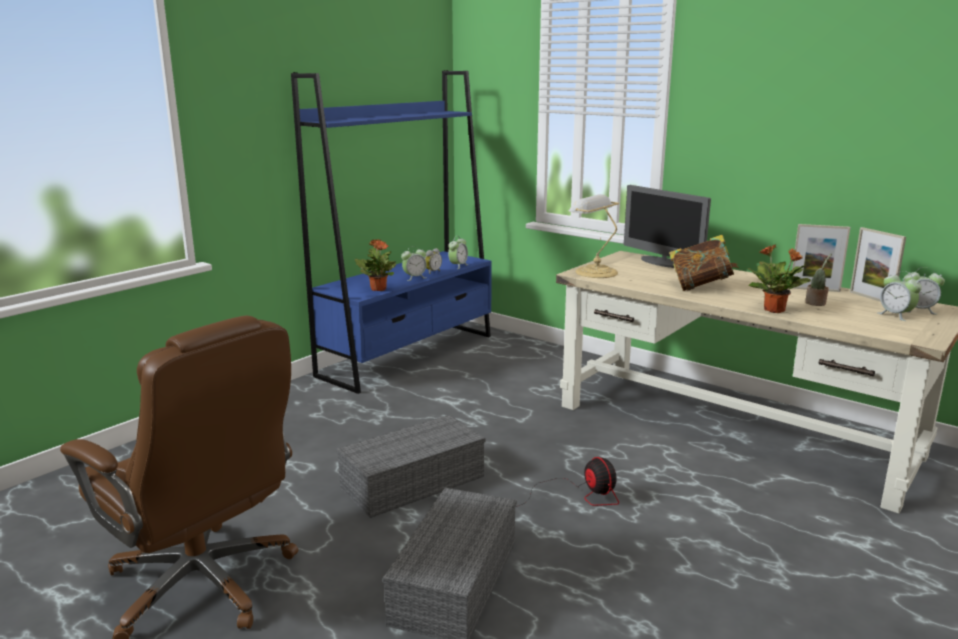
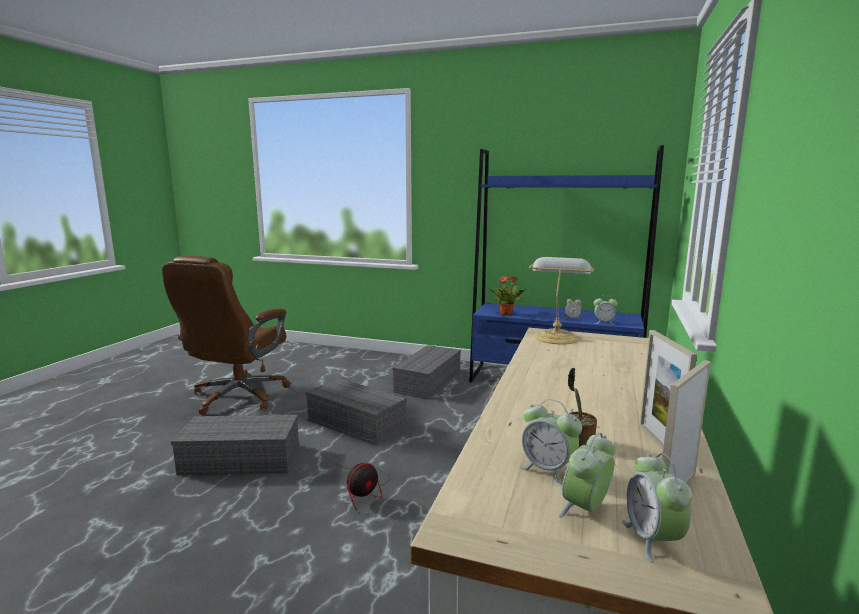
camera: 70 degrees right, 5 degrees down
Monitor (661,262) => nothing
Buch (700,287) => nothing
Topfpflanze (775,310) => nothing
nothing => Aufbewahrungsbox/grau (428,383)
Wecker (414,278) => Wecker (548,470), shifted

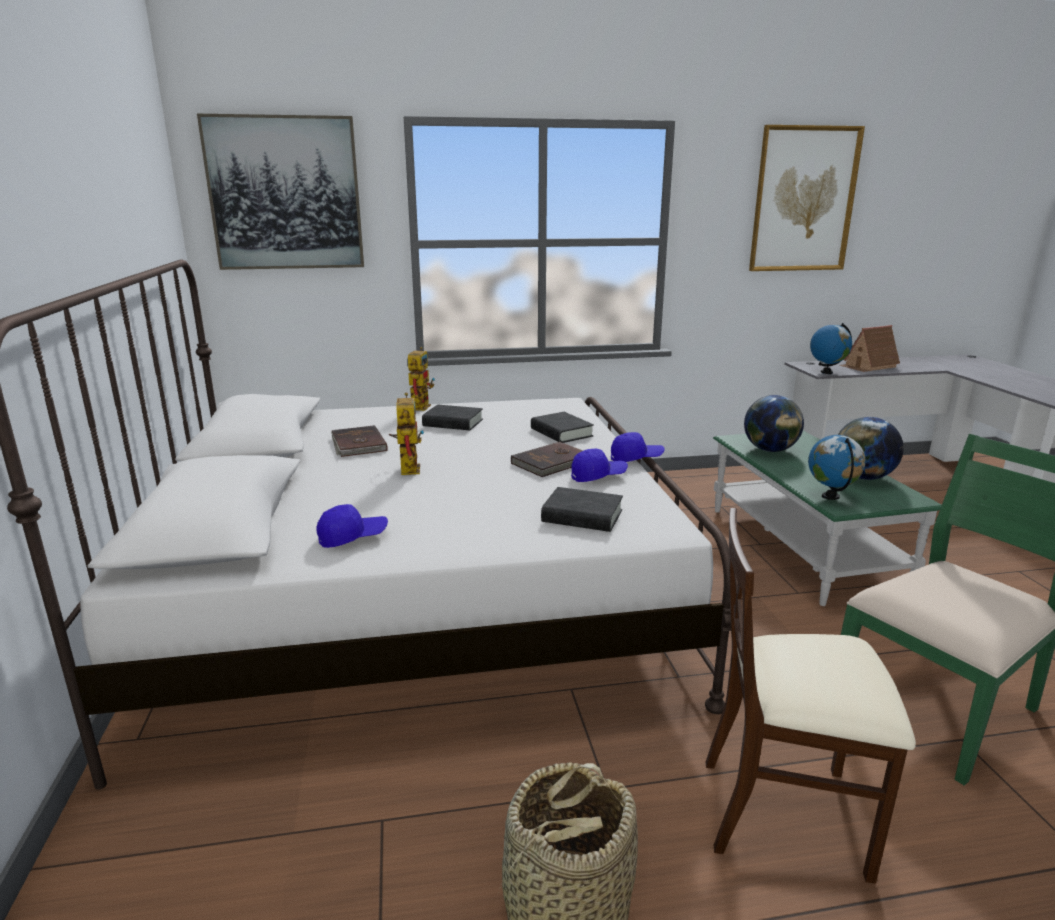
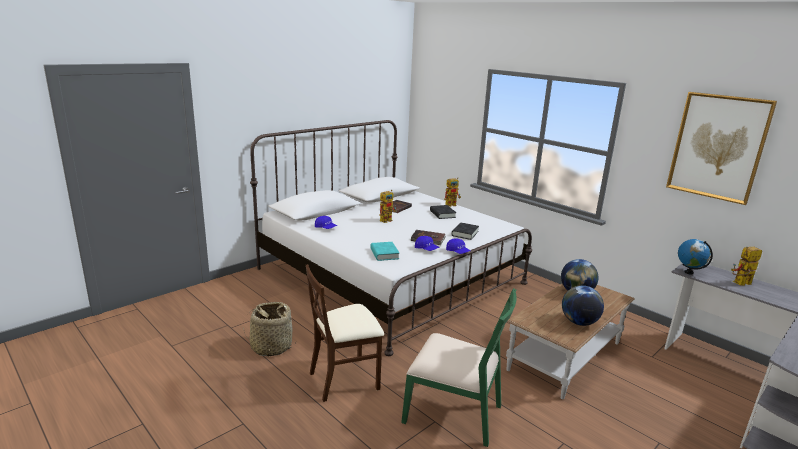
camera: 55 degrees right, 0 degrees up
Bild (285,194) => nothing
Globus (831,496) => nothing
Spielzeughaus (868,366) => Spielzeugroboter (740,284)
Buch/schwarz (582,516) => Buch/türkis (384,254)
Couchtisch/grün (802,547) => Couchtisch/braun (565,356)
Stuhl/beige (785,812) => Stuhl/beige (344,379), 90 degrees counterclockwise

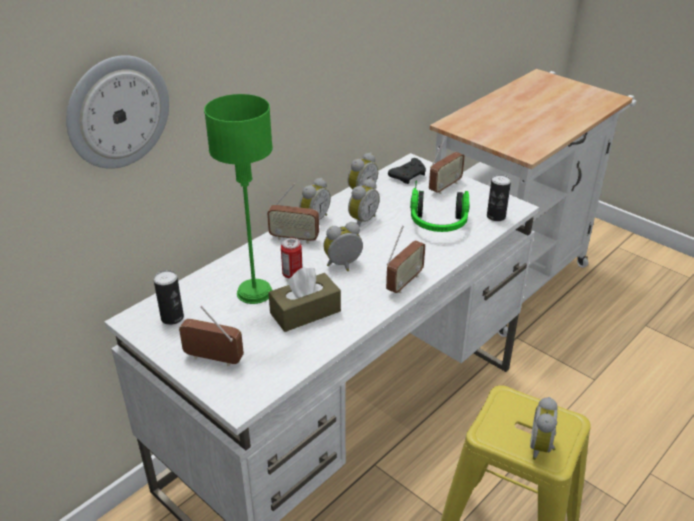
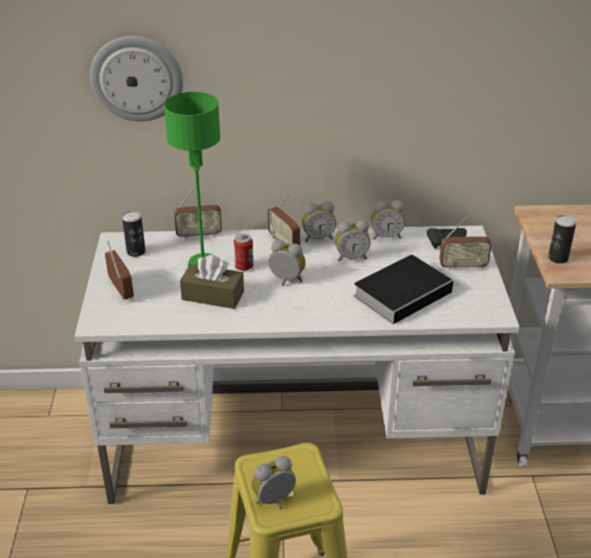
camera: 45 degrees right, 0 degrees up
Radio (404,282) => Radio (199,235), shifted
Dose (496,216) => Dose (558,258), shifted
Kopfhörer (438,225) => Buch (404,292)

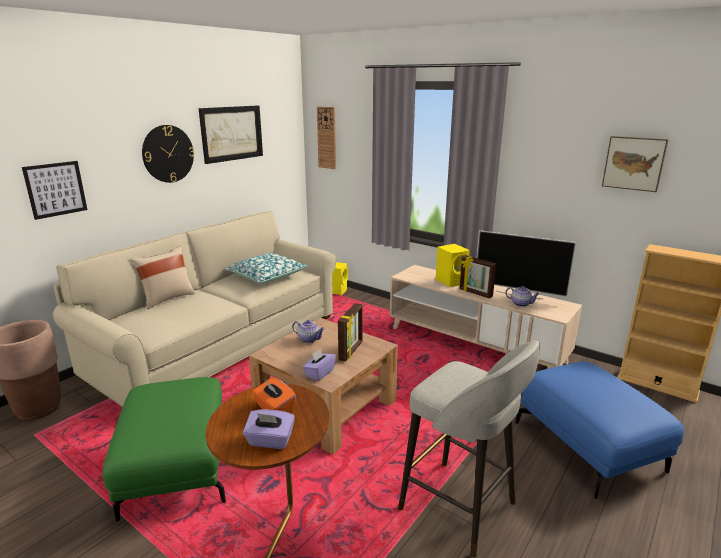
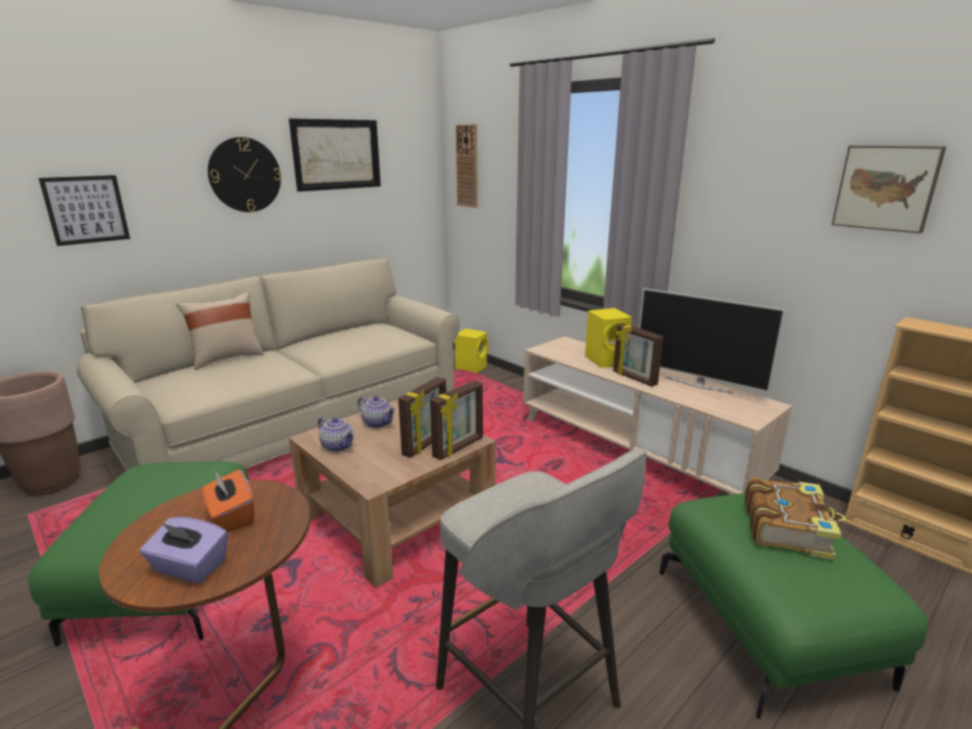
camera: 10 degrees right, 0 degrees up
Kissen (267,276) => nothing
Taschentuchbox/lila (319,373) => nothing
nothing => Bilderrahmen (459,448)
nothing => Buch (787,527)
Teekanne (521,303) => Teekanne (338,446), shifted
Polsterhocker/blau (589,446) => Polsterhocker/grün (768,626)

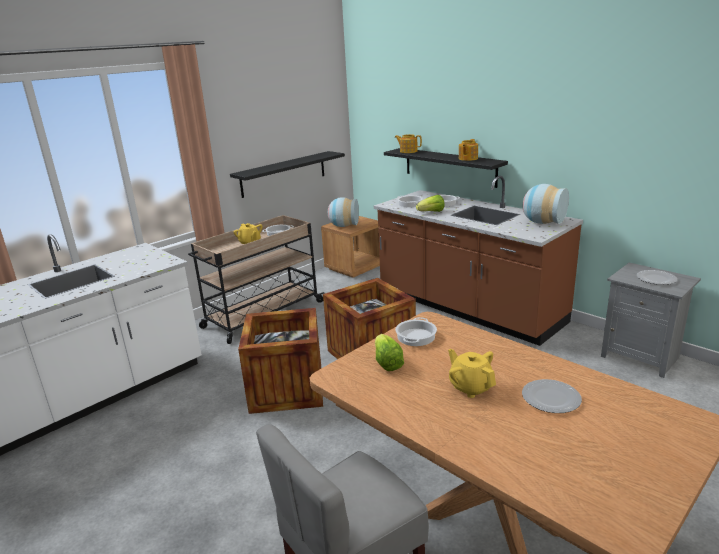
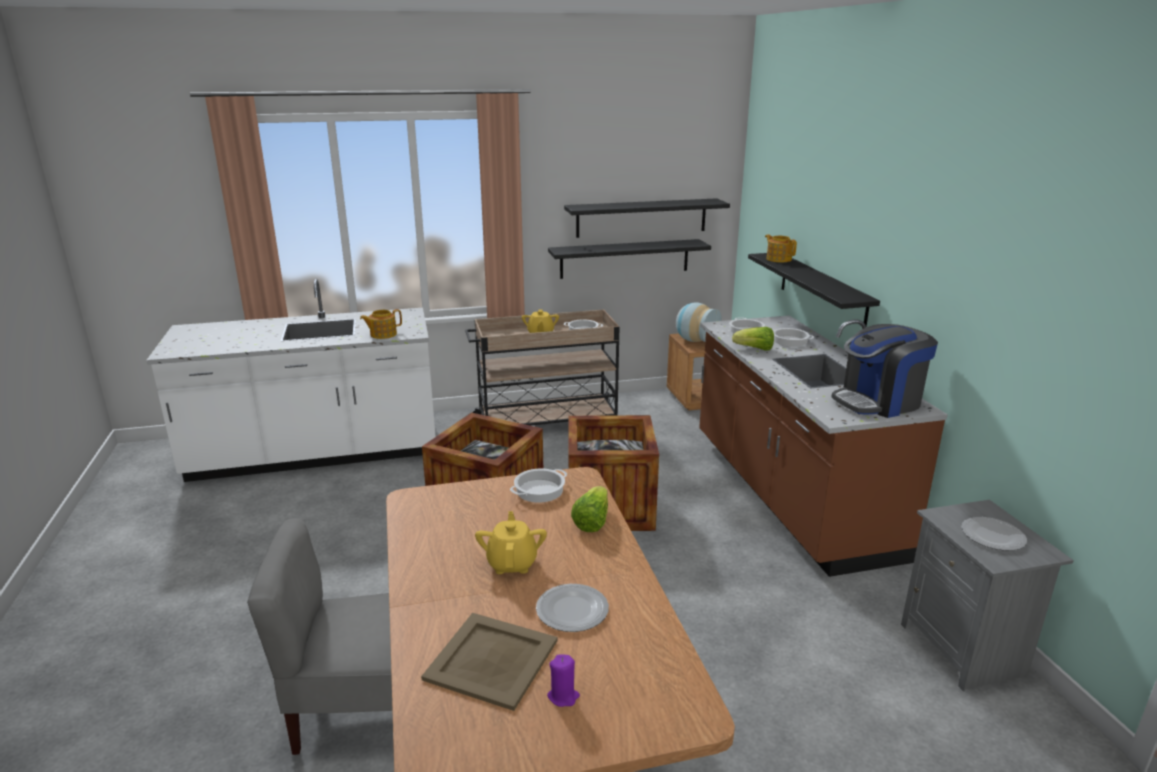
camera: 30 degrees right, 0 degrees up
nothing => Tablett/beige (490,660)
nothing => Kerze/lila (563,696)
nothing => Wandregal/schwarz (641,217)
Salatkopf (387,362) => Salatkopf (592,521), shifted
Teekanne (467,158) => Teekanne (382,334), shifted
Vase (542,222) => Kaffeemaschine (878,402)

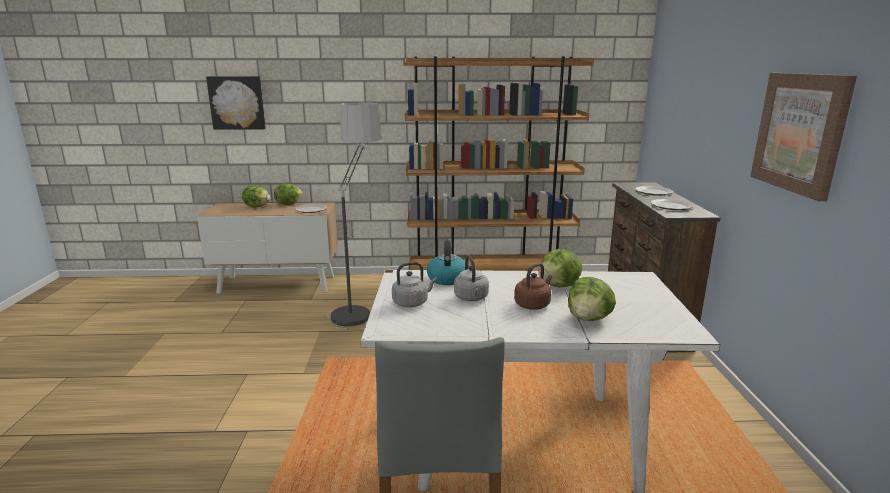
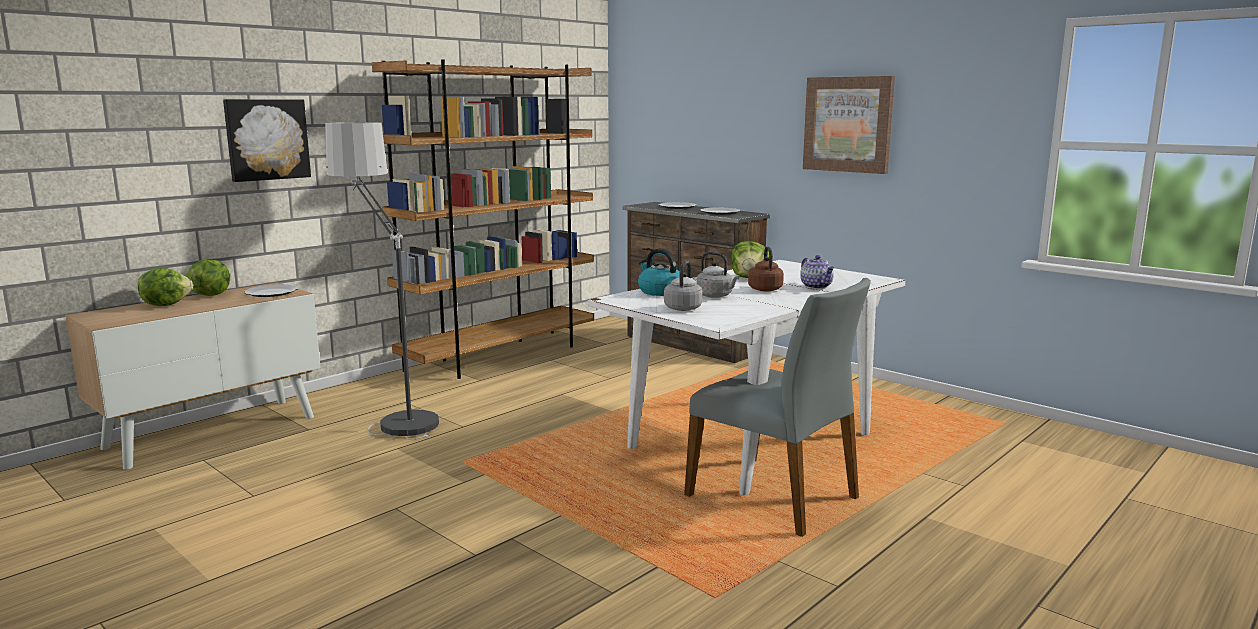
camera: 45 degrees left, 5 degrees down
Bild (237,102) => Bild (266,139), shifted
Salatkopf (589,319) => Teekanne (817,286)

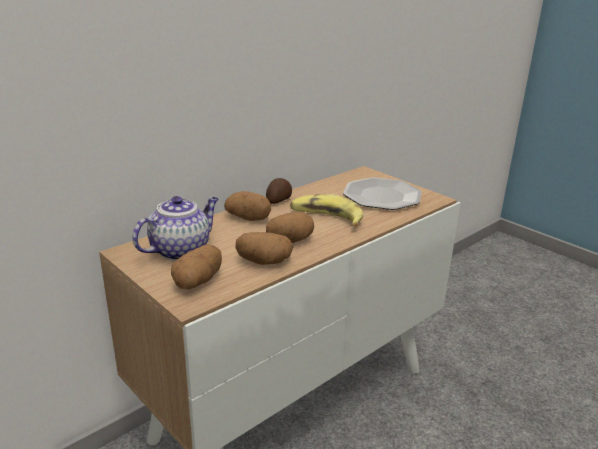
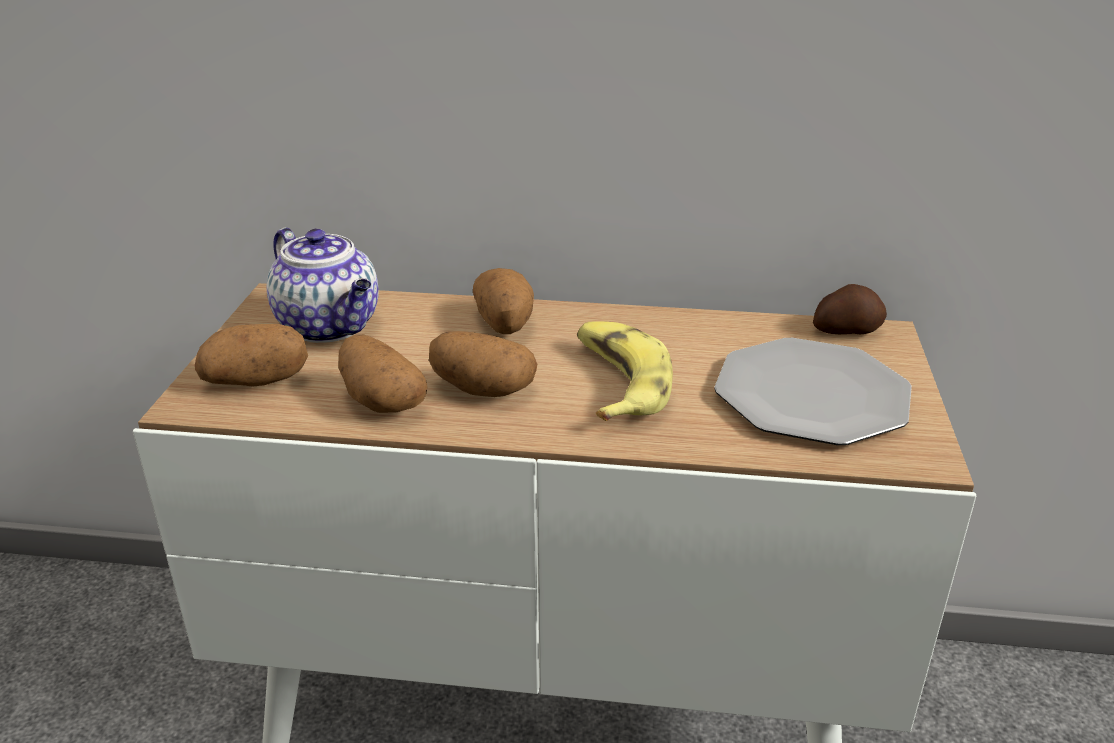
camera: 50 degrees right, 5 degrees up
Kartoffel (278,200) => Kartoffel (846,330), shifted
Teekanne (181,250) => Teekanne (331,327), 45 degrees clockwise

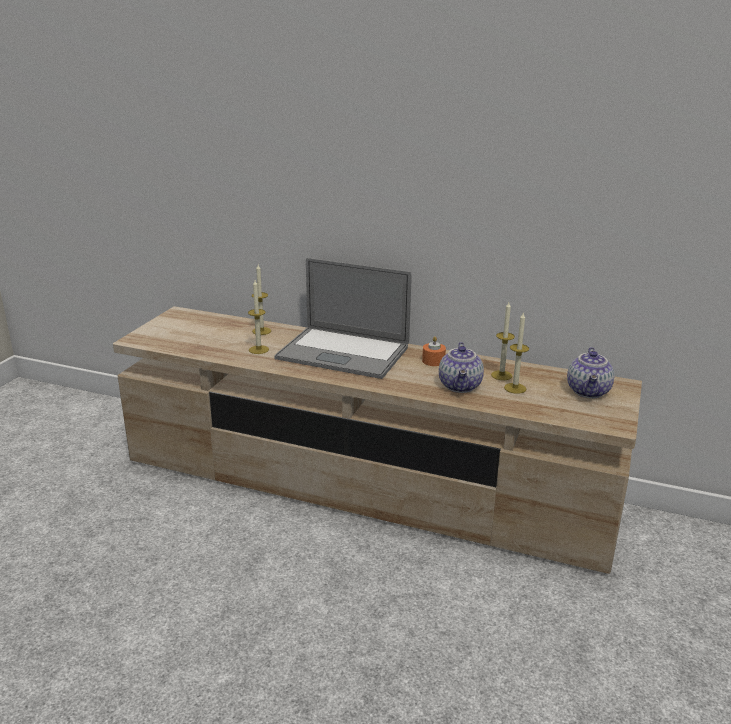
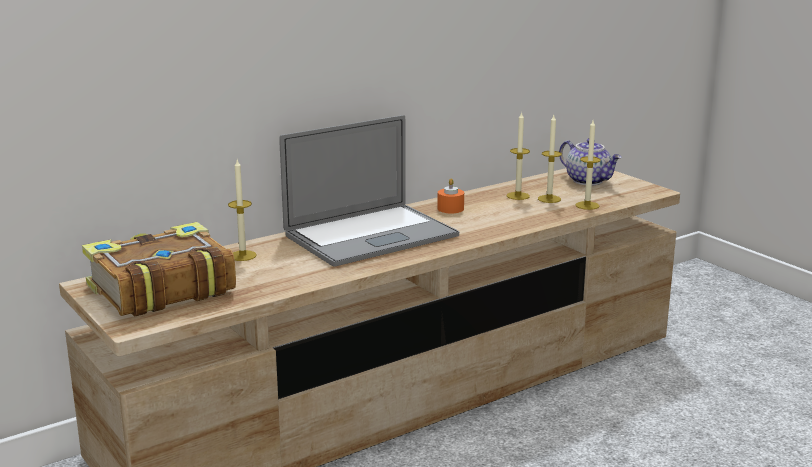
camera: 55 degrees left, 5 degrees down
Teekanne (461,386) => nothing
nothing => Buch (159,289)
Kerze (258,349) => Kerze (587,205), shifted

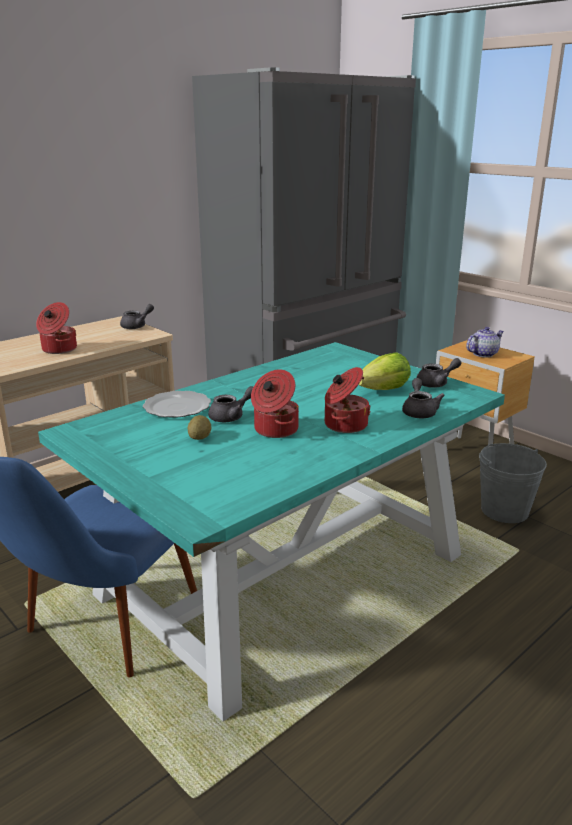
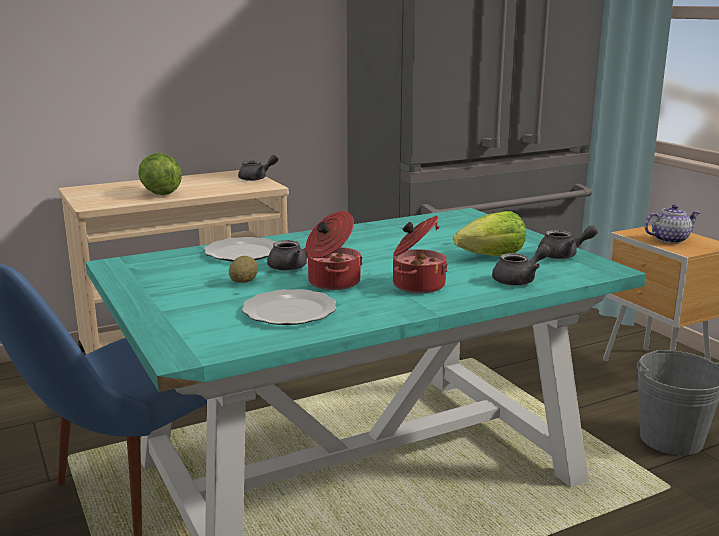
camera: 15 degrees right, 5 degrees down
nothing => Teller (290,312)
Kochtopf (58,349) => Salatkopf (160,193)
Teekanne/grau (419,411) => Teekanne/grau (519,280), 45 degrees clockwise

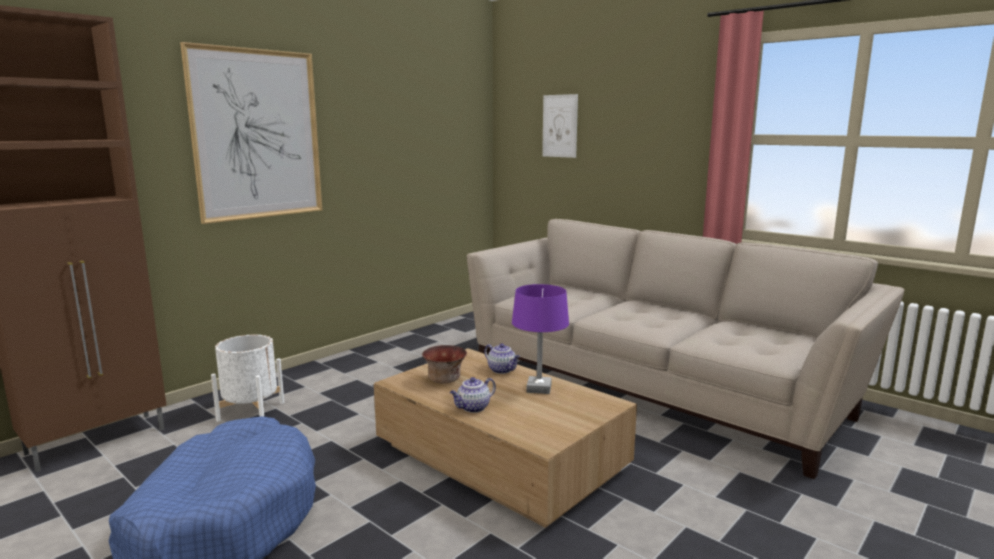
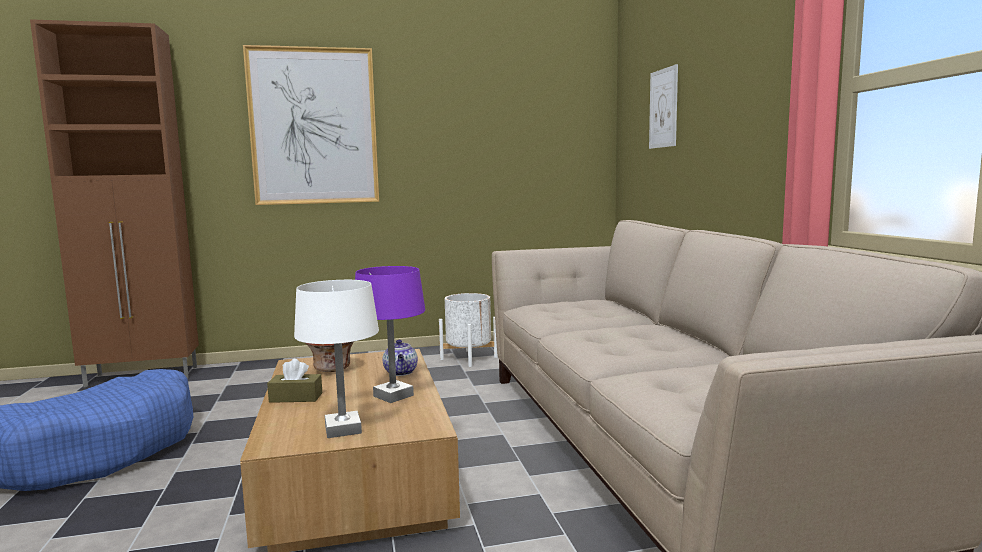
camera: 35 degrees right, 5 degrees down
nothing => Tischlampe/weiß (342,429)
Pflanzkübel/weiß (251,411) => Pflanzkübel/weiß (469,358), shifted
Teekanne (473,408) => Taschentuchbox/braun (296,397)

